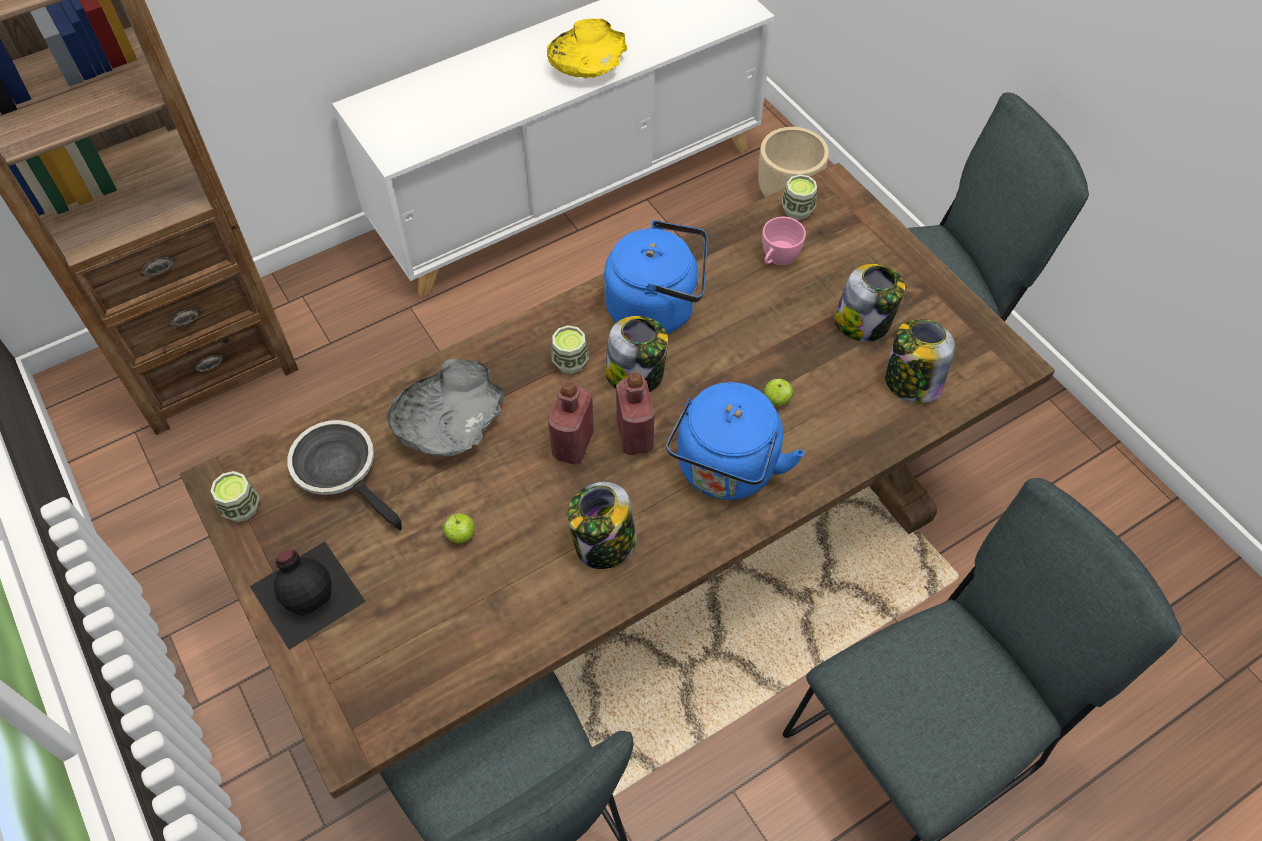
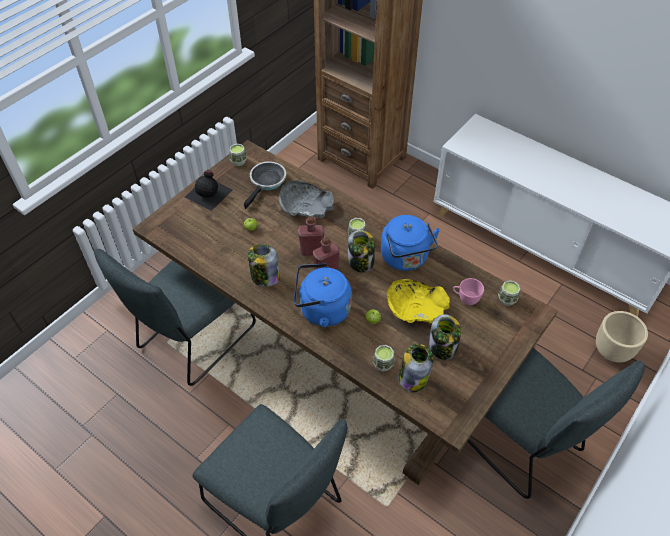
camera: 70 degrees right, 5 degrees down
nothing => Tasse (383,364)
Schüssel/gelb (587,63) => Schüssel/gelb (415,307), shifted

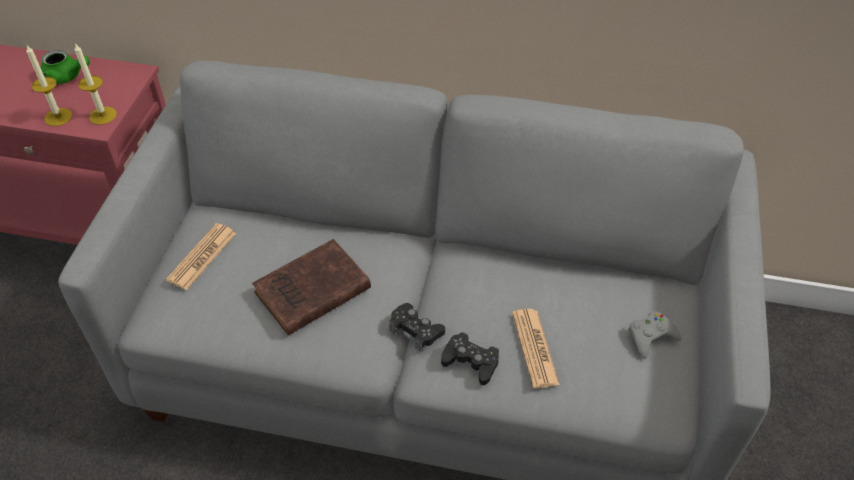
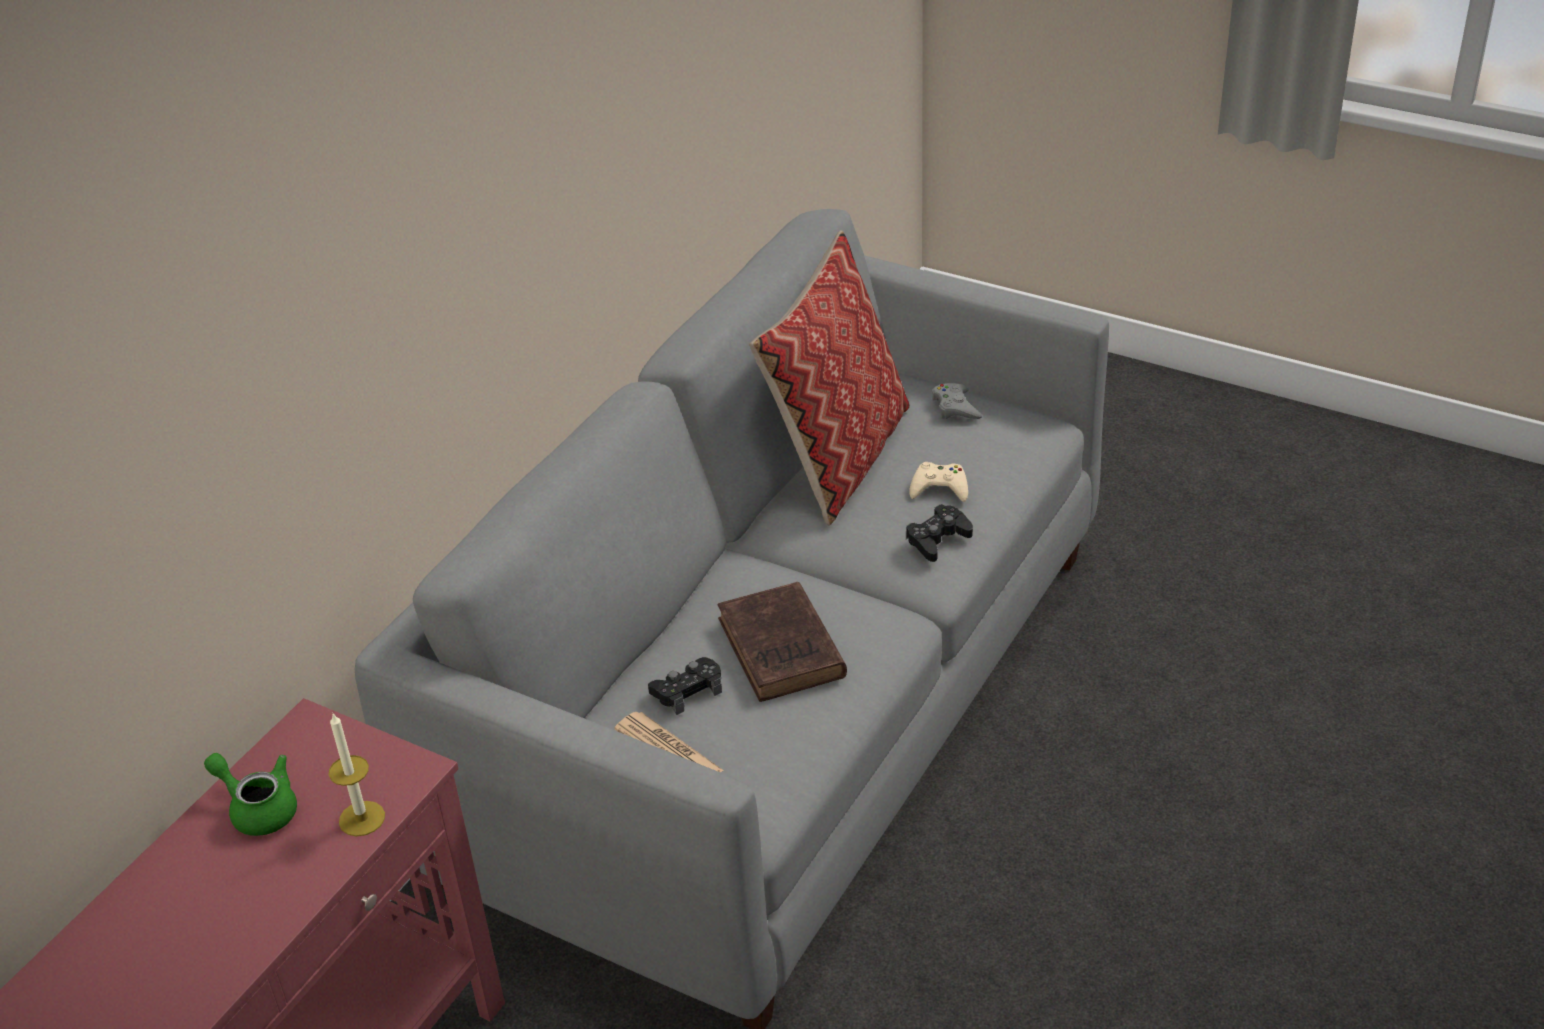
camera: 70 degrees left, 10 degrees down
Kerze (103,115) => nothing
nothing => Kissen (838,457)
Gamepad/schwarz (416,330) => Gamepad/schwarz (687,690), shifted
Zeitung (535,348) => Gamepad/beige (939,488)
Teekanne/grün (67,77) => Teekanne/grün (258,808), 90 degrees counterclockwise

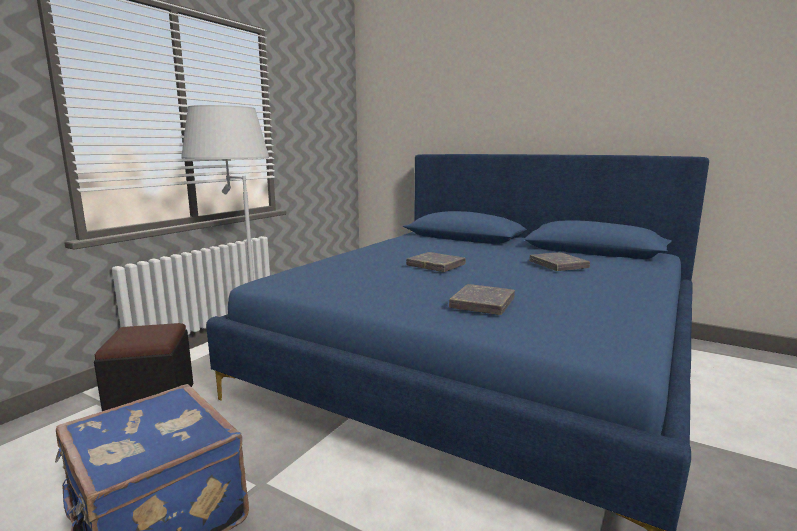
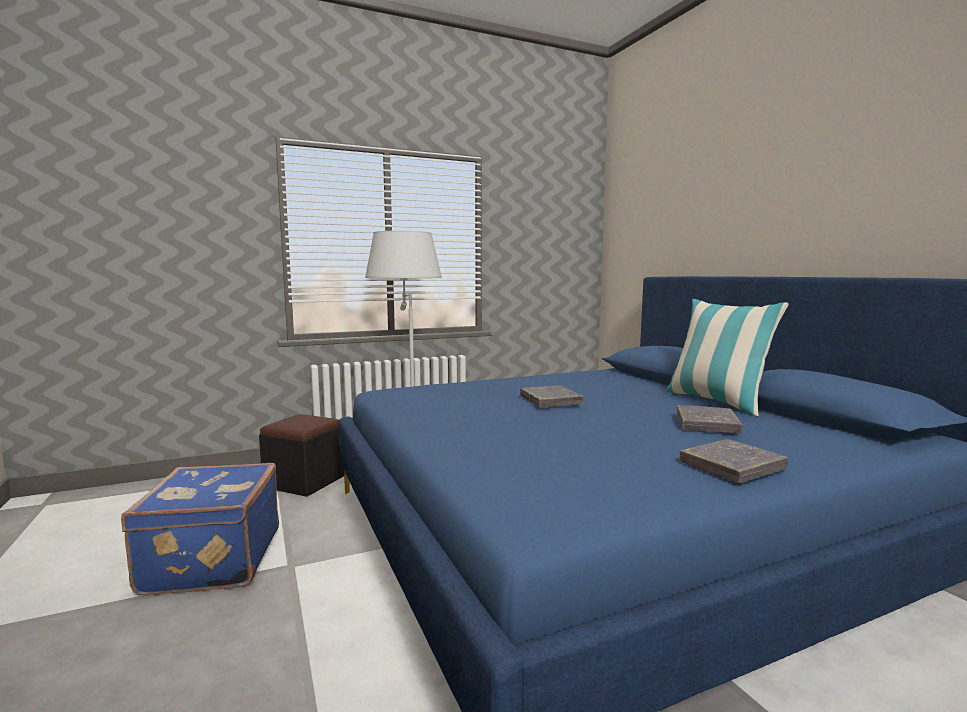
camera: 35 degrees right, 5 degrees down
nothing => Kissen (717,402)
Buch/grau (482,304) => Buch/grau (732,466), shifted

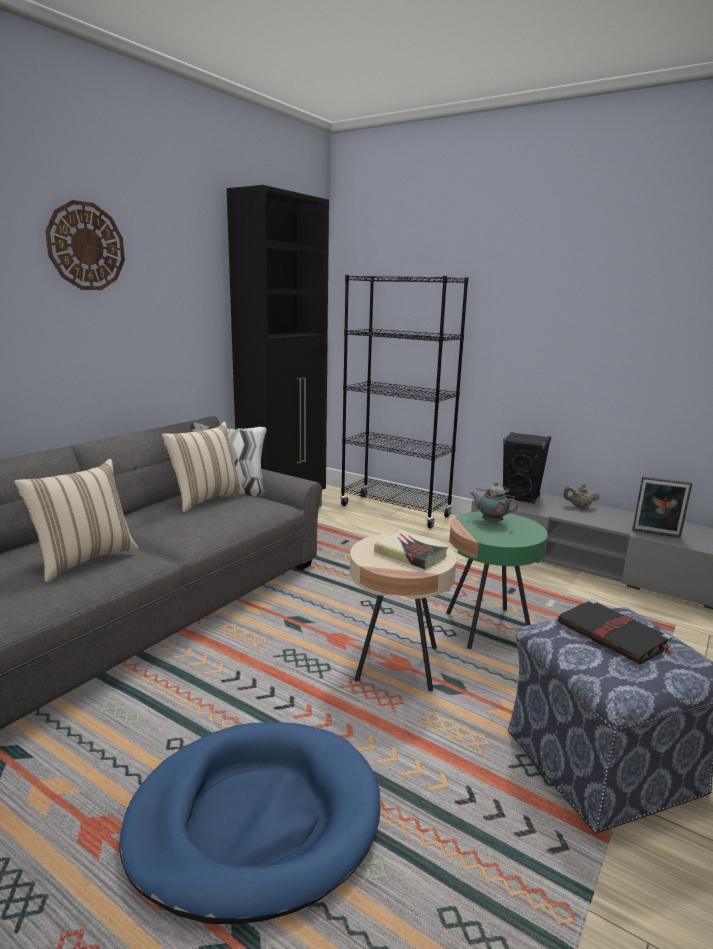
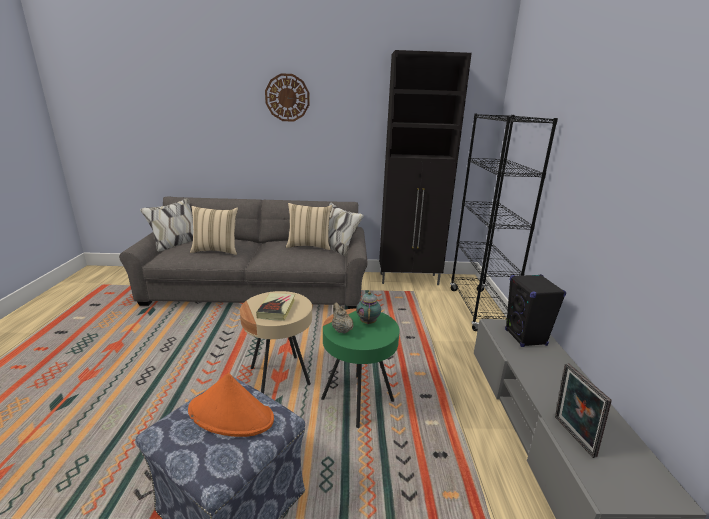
camera: 55 degrees right, 5 degrees up
Hundebett/blau (255,819) => nothing
Teekanne/beige (579,507) => Teekanne/beige (341,330), shifted
Buch/schwarz (614,635) => Hut/orange (231,414)

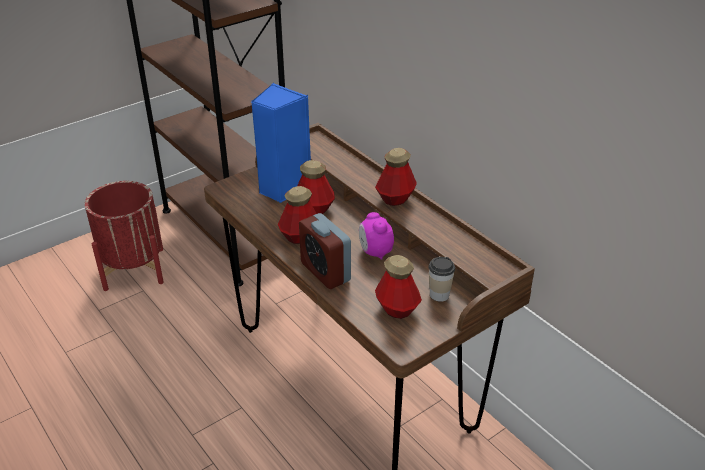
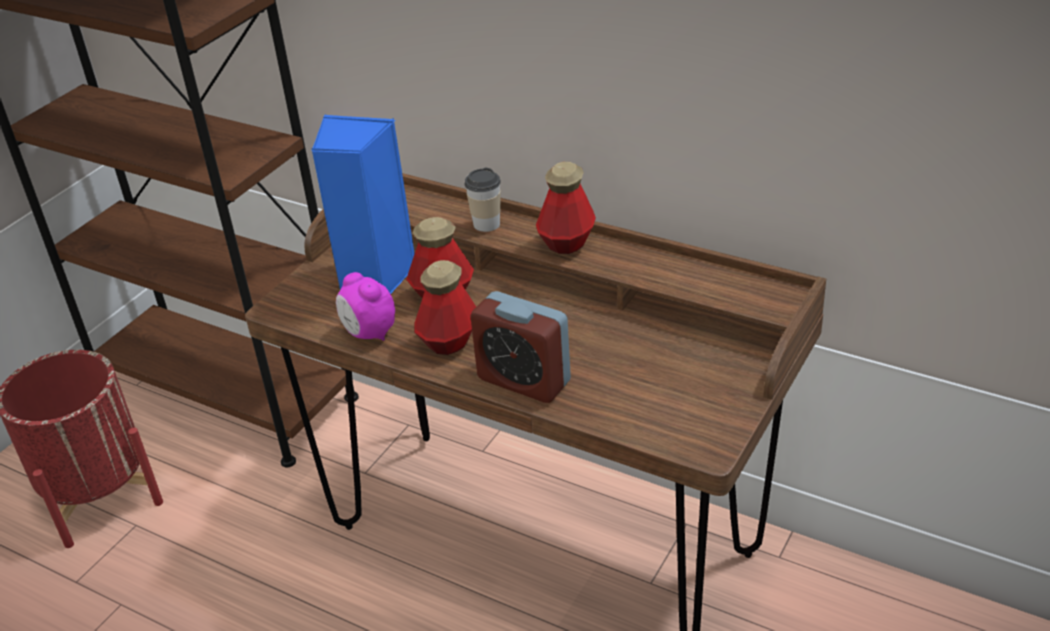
camera: 20 degrees left, 0 degrees up
Flasche (397,309) => nothing
Wecker (375,252) => Wecker (369,333), shifted
Tasse (439,295) => Tasse (486,224), shifted

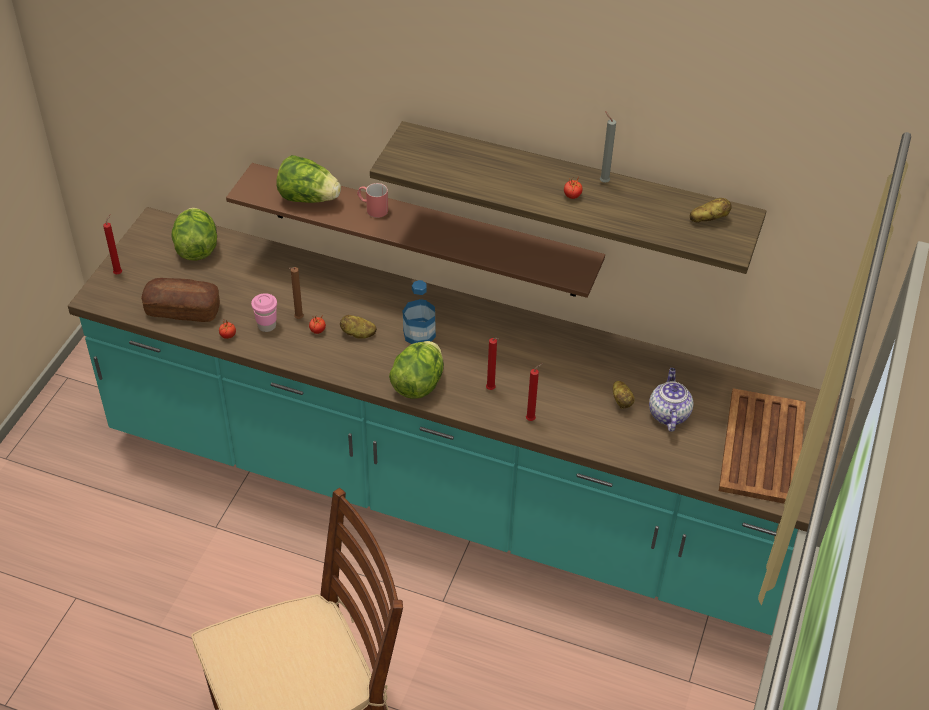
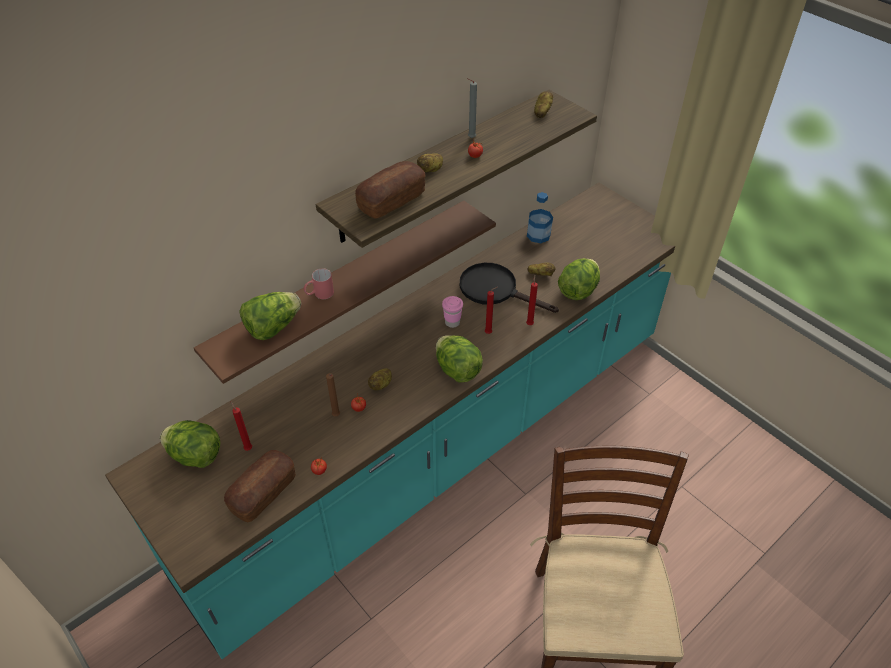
camera: 60 degrees left, 0 degrees up
Teekanne (668,414) => nothing
Tablett/braun (762,448) => nothing
nothing => Brot (391,201)
nothing => Kartoffel (431,170)
nothing => Pfanne/schwarz (495,290)
nothing => Salatkopf (578,291)
Kerze/rot (119,273) => Kerze/rot (247,448), shifted
Tasse/rosa (267,326) => Tasse/rosa (452,322), shifted
Flasche (419,334) => Flasche (538,235), shifted

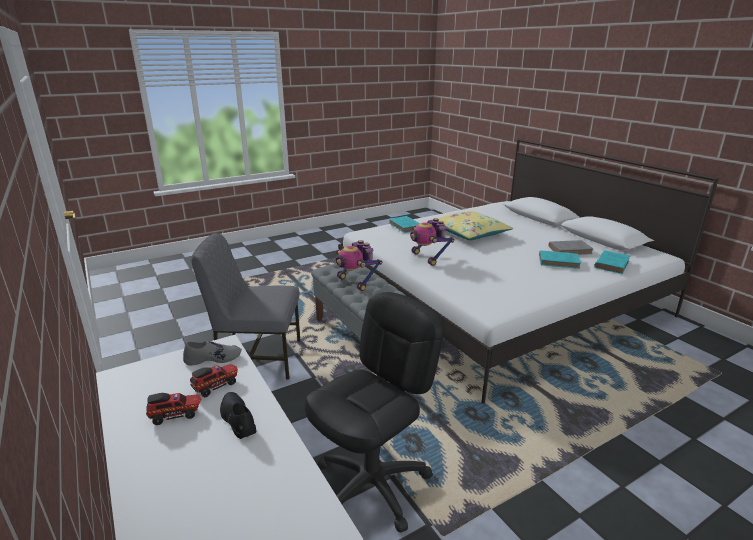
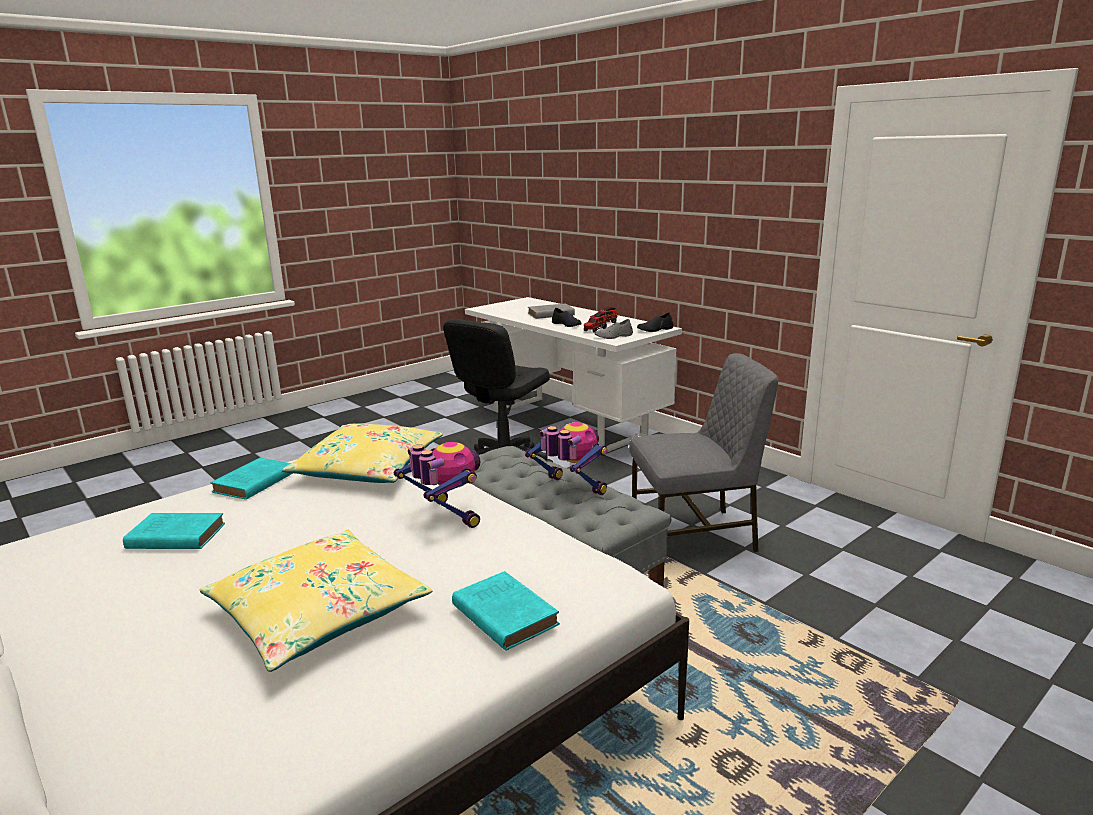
camera: 170 degrees right, 5 degrees down
nothing => Kissen/gelb (368,468)
nothing => Schuh/schwarz (655,329)
Buch/grau (571,250) => Buch/grau (549,314), shifted
Buch/türkis (612,264) => Buch/türkis (252,483), shifted

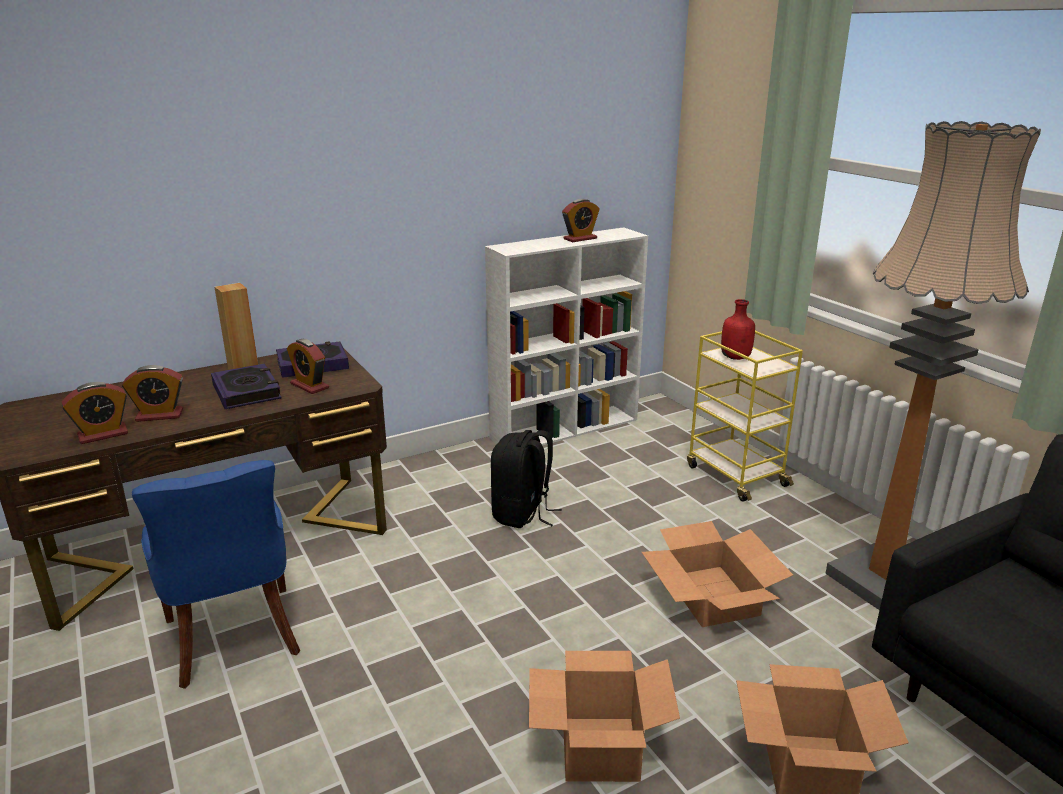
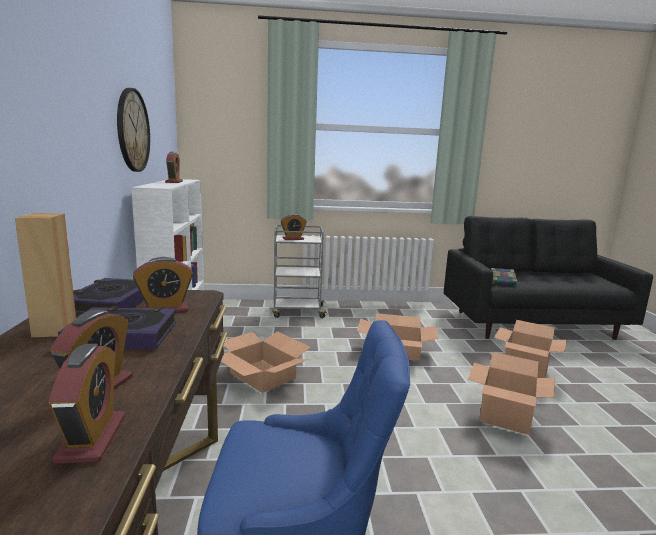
camera: 65 degrees left, 10 degrees down
Stehlampe (882,582) => nothing
nothing => Wanduhr (132,130)
nothing => Buch (503,282)
Rucksack/schwarz (522,514) => Karton (262,375)
Flasche/rot (736,357) => Wecker (293,239)
Rollwagen/gelb (735,475) => Rollwagen/grau (297,311)

